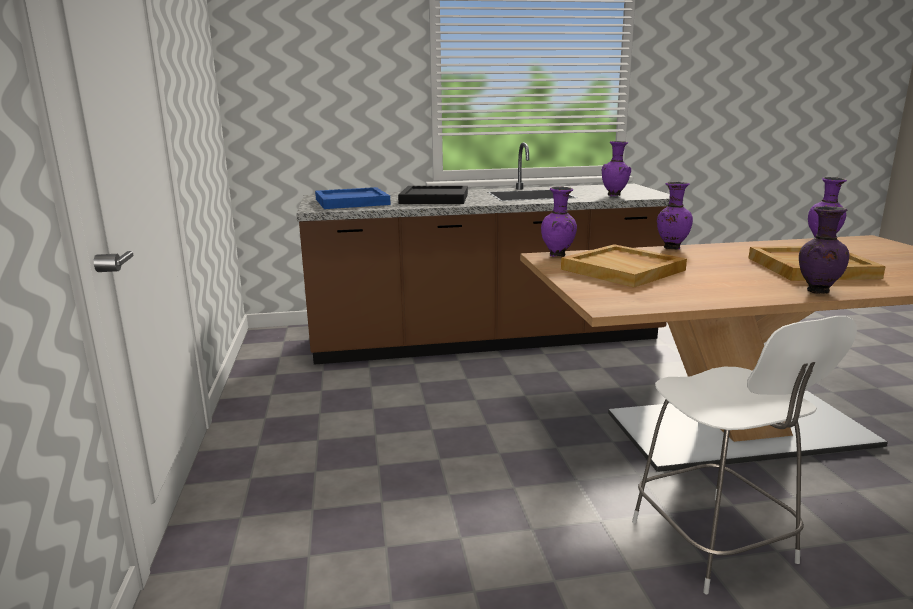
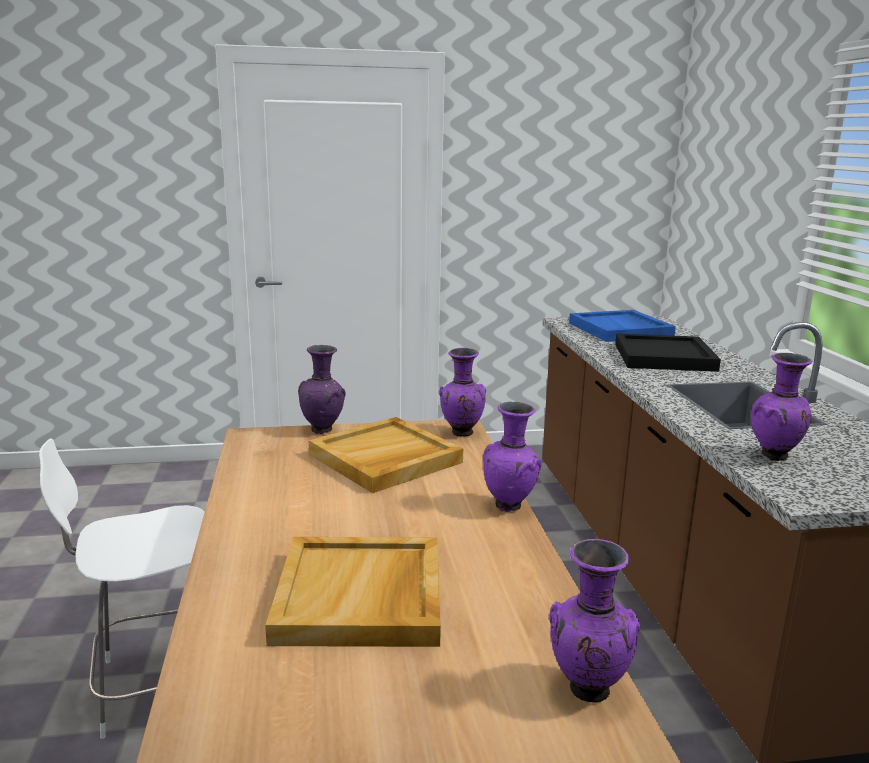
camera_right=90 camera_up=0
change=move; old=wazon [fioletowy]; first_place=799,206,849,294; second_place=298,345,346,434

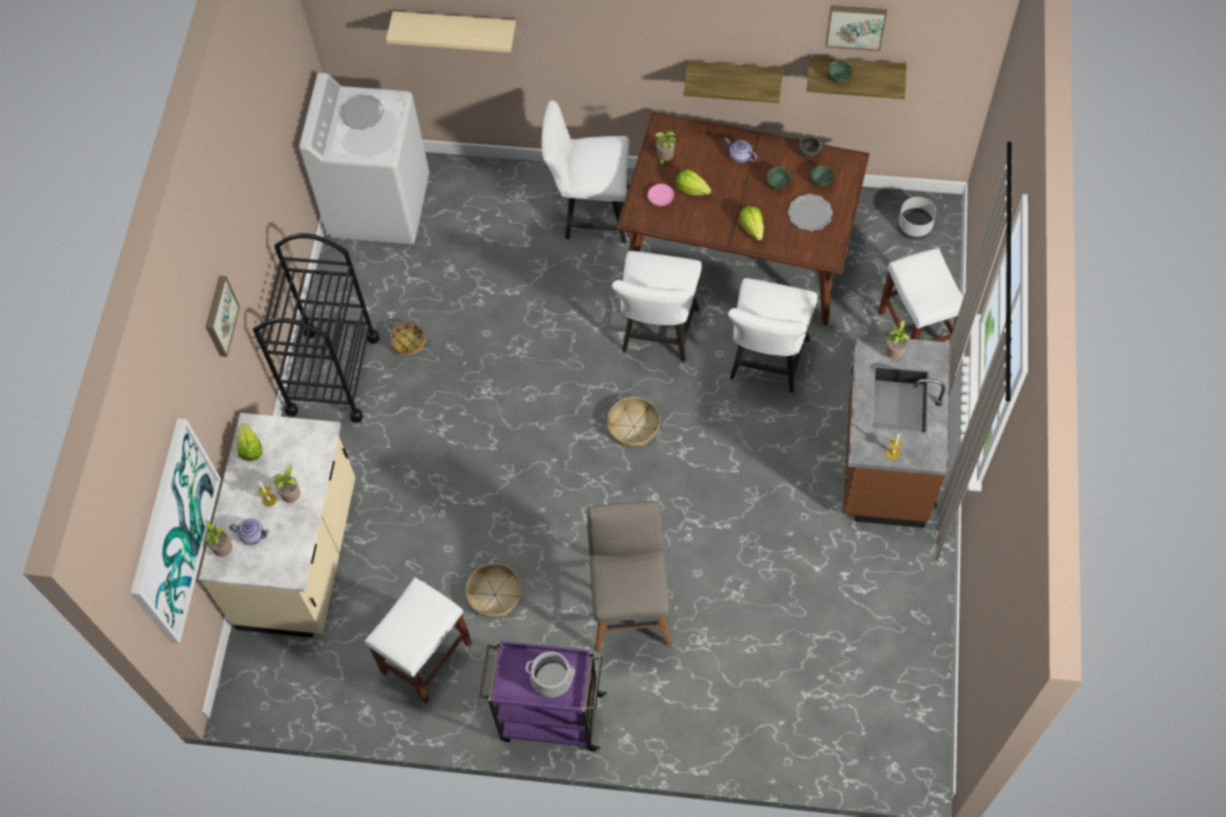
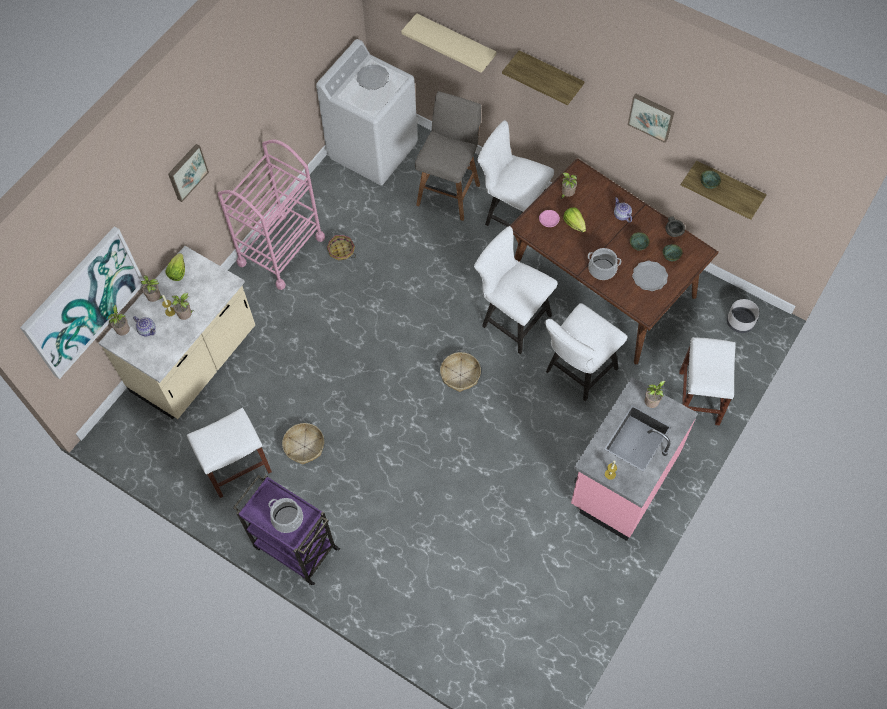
camera_right=25 camera_up=0
change=insert; new=roślina doniczkowa; second_place=141,275,163,302
change=move; old=stołek [szary]; first_place=587,501,672,652; second_place=415,91,481,221
change=move; old=półka; first_place=684,61,782,103; second_place=502,50,585,105
change=move; old=obraz; first_place=826,5,887,51; second_place=628,94,674,143
change=replace; old=sałata; new=garnek; first_place=739,206,764,241; second_place=588,248,621,280
change=recolor; old=wózek [czarny]; new=wózek [różowy]; first_place=253,233,379,423; second_place=218,139,325,290
change=recolor; old=zabudowa kuchenna [brązowy]; new=zabudowa kuchenna [różowy]; first_place=843,335,950,528; second_place=571,377,698,541
change=rotate; old=krzesło [biały]; first_place=612,251,702,362; second_place=474,226,558,354; degrees=90

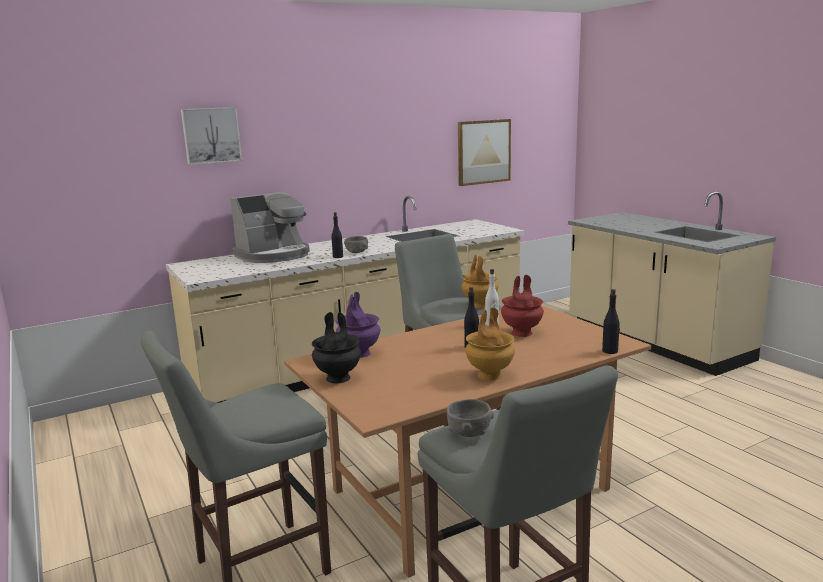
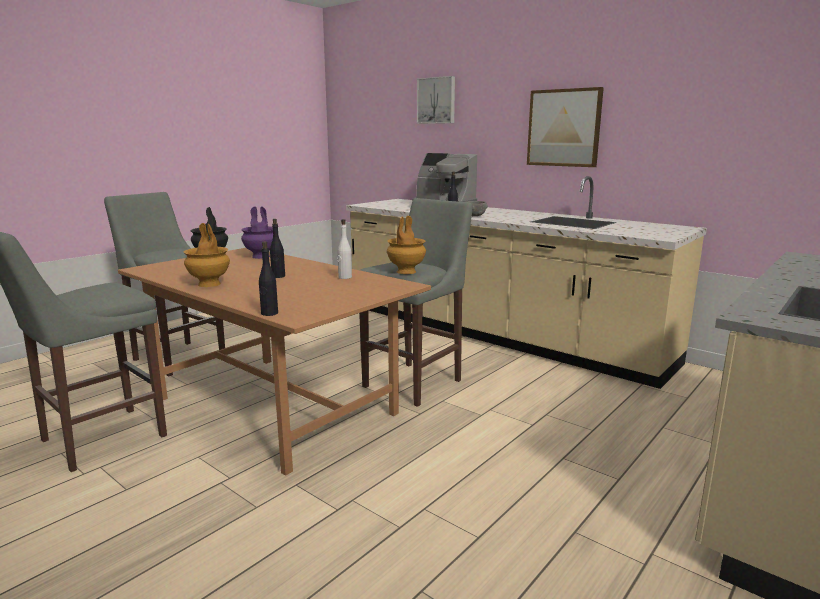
camera_right=70 camera_up=0
change=delete; old=miska [szary]; first_place=447,399,494,437
change=delete; old=wazon [czerwony]; first_place=501,275,544,337
change=move; old=obraz; first_place=458,119,511,186; second_place=527,87,604,167

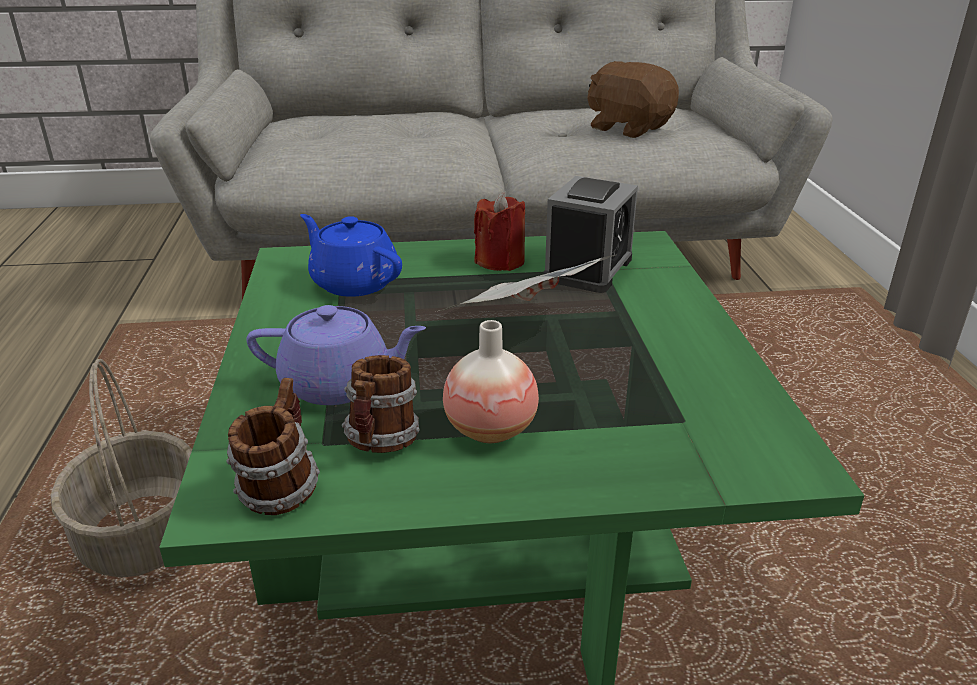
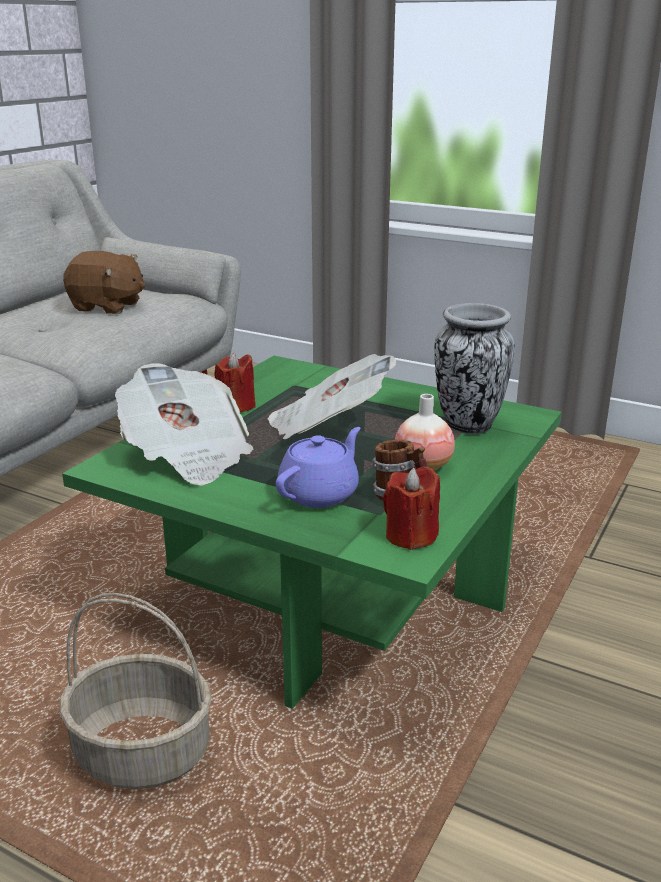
camera_right=-55 camera_up=-5
change=delete; old=budzik; first_place=544,176,638,293
change=insert; new=wazon; second_place=434,303,515,434
change=replace; old=kubek; new=świeca [czerwony]; first_place=227,378,320,515; second_place=383,467,440,550
change=replace; old=imbryk [niebieski]; new=gazeta; first_place=300,214,402,297; second_place=115,363,253,486
change=rotate; old=pluszak [brązowy]; first_place=587,61,679,138; second_place=63,251,145,314; degrees=-150

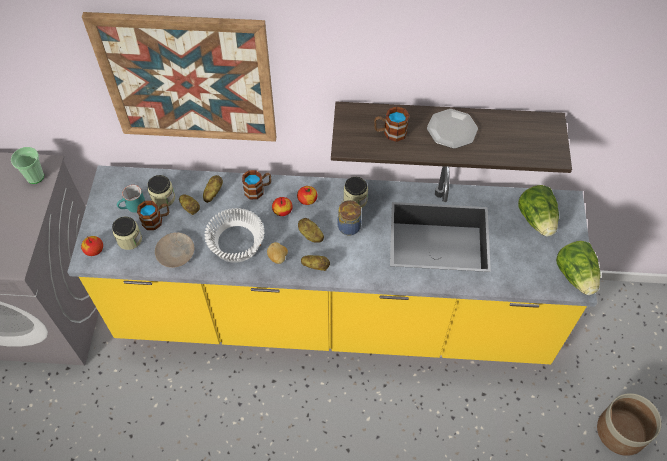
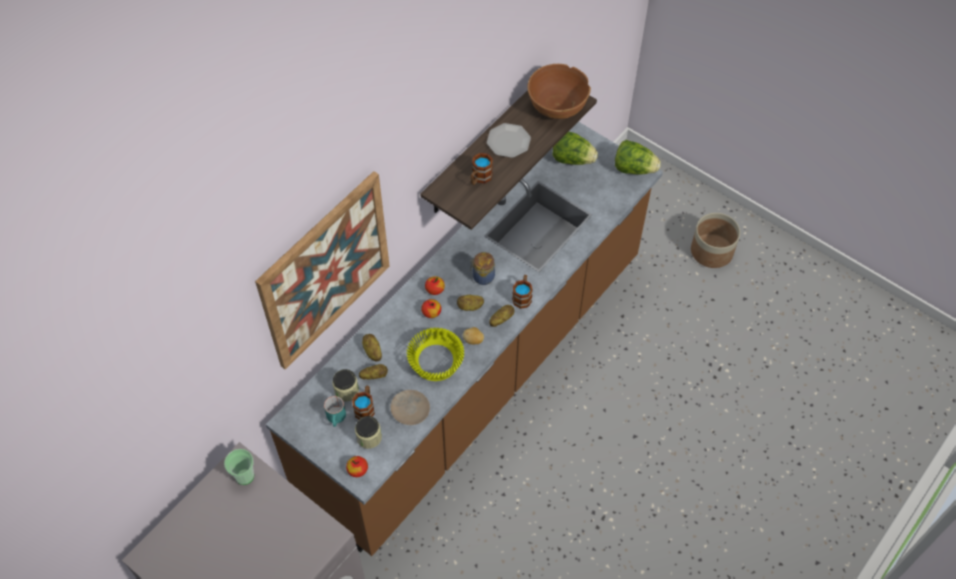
camera_right=-55 camera_up=0
change=delete; old=słoik; first_place=343,177,368,208
change=insert; new=miska [brązowy]; second_place=527,64,591,119
change=move; old=kubek; first_place=242,170,271,199; second_place=512,275,533,309
change=recolor; old=zabudowa kuchenna [żółty]; new=zabudowa kuchenna [brązowy]; first_place=67,165,597,364; second_place=266,122,663,556
change=recolor; old=miska [biały]; new=miska [żółty]; first_place=204,208,264,263; second_place=407,328,464,381

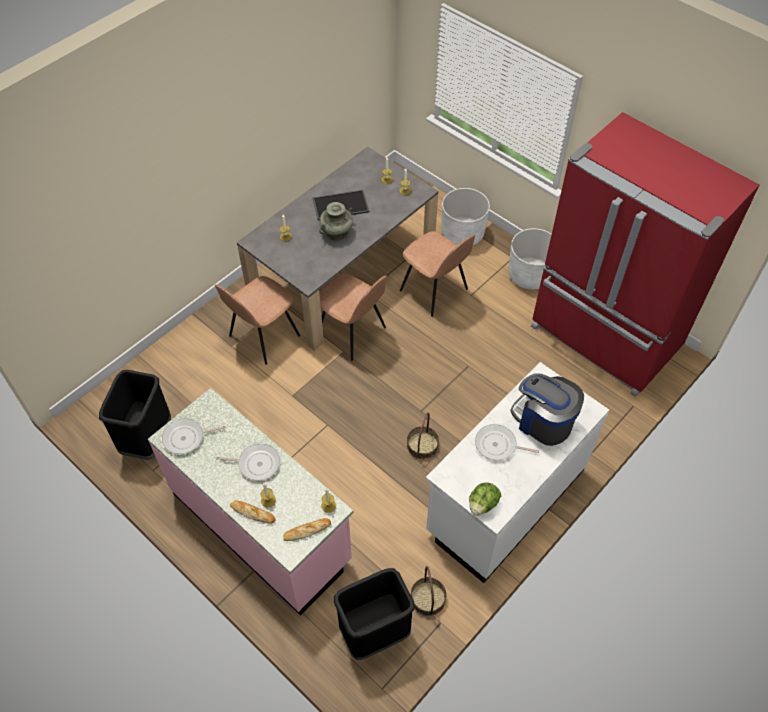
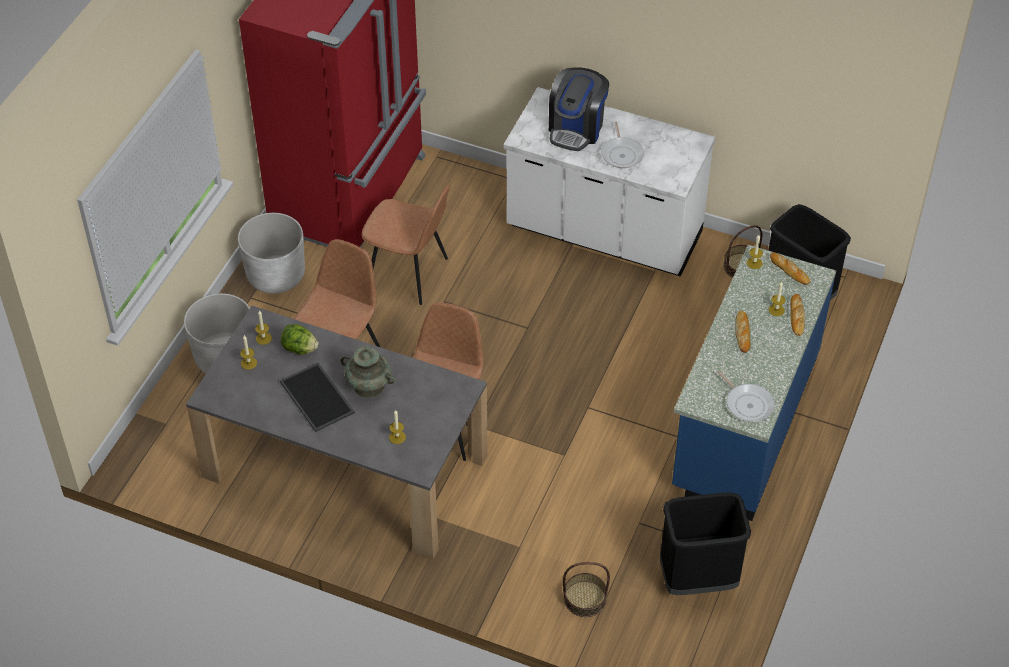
camera_right=-110 camera_up=-5
change=move; old=krzesło [brązowy]; first_place=215,276,300,365; second_place=362,184,450,305
change=move; old=koszyk; first_place=407,413,439,459; second_place=563,562,610,617
change=move; old=sałata; first_place=469,482,501,516; second_place=281,324,319,355
change=replace; old=patelnia; new=chleb; first_place=216,444,280,481; second_place=735,311,751,353
change=recolor; old=zabudowa kuchenna [różowy]; new=zabudowa kuchenna [niebieski]; first_place=148,388,353,616; second_place=672,245,836,521

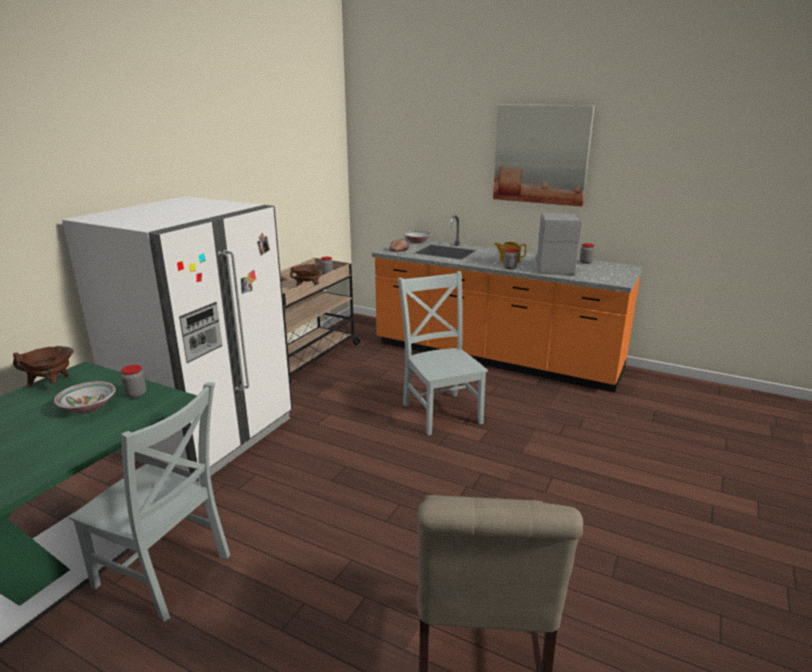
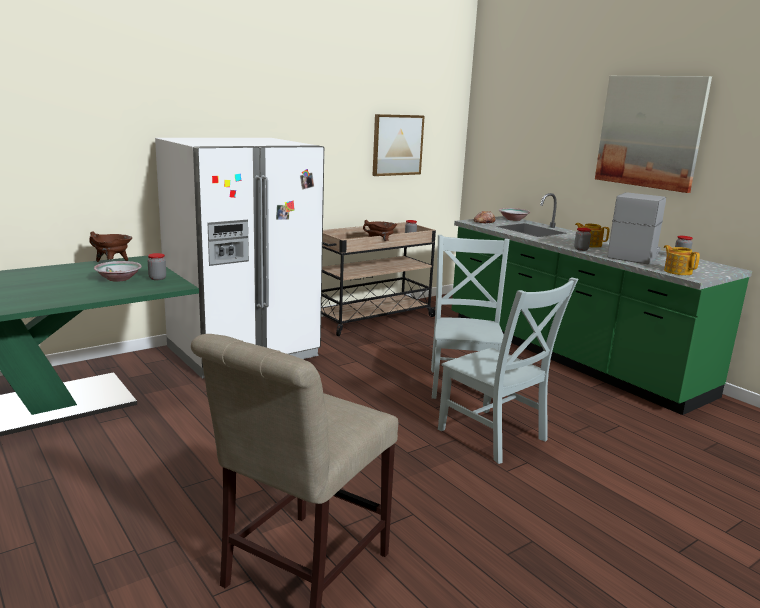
camera_right=25 camera_up=-5
change=insert; new=obraz; second_place=372,114,425,176
change=insert; new=imbryk; second_place=664,245,700,275
change=move; old=krzesło [szary]; first_place=69,382,230,622; second_place=438,277,578,464
change=recolor; old=zabudowa kuchenna [pomarańczowy]; new=zabudowa kuchenna [zielony]; first_place=372,215,643,393; second_place=451,193,752,415

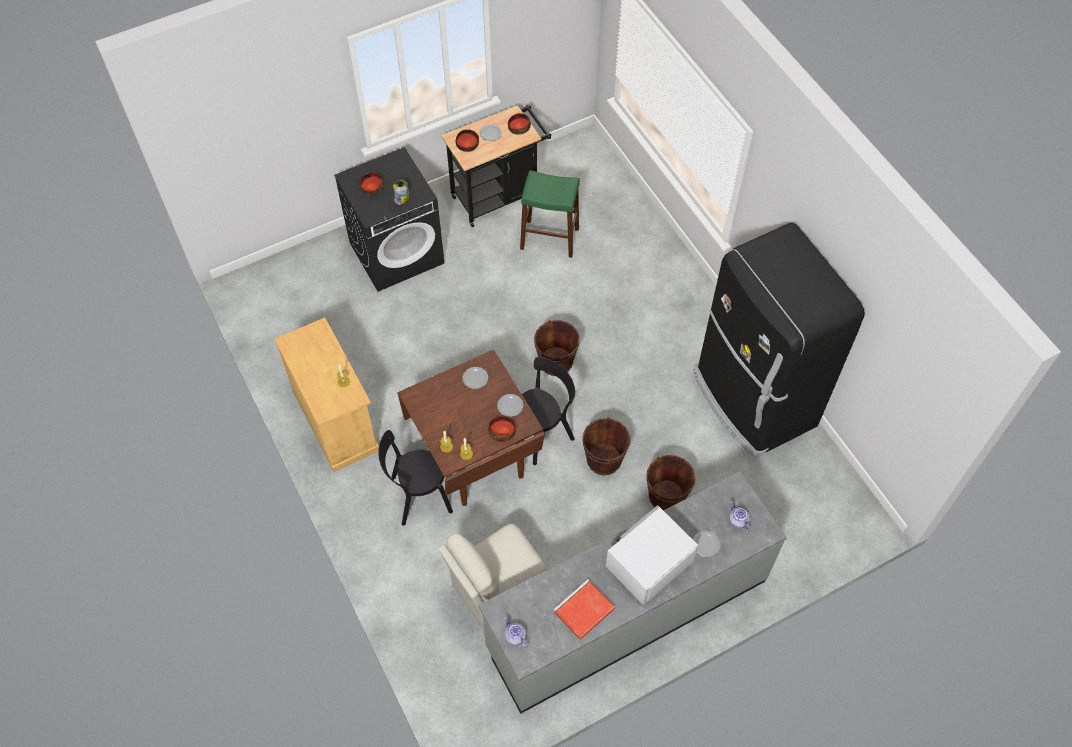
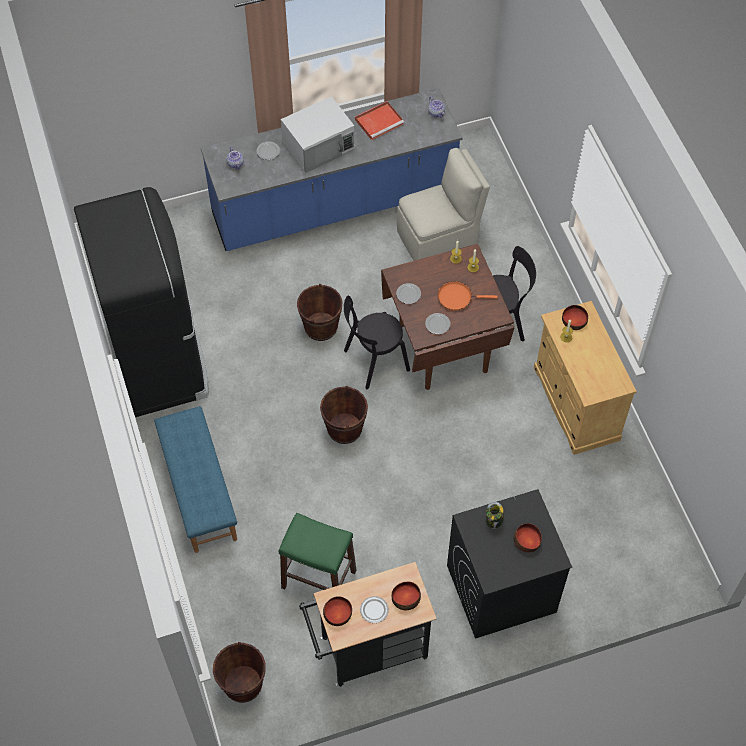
camera_right=-170 camera_up=0
change=insert; new=ławka [niebieski]; second_place=154,406,237,553
change=insert; new=patelnia [pomarańczowy]; second_place=437,281,498,311
change=move; old=miska; first_place=488,417,516,442; second_place=562,305,588,330
change=move; old=wiadro [brązowy]; first_place=646,455,695,510; second_place=213,642,266,703
change=recolor; old=zabudowa kuchenna [szary]; new=zabudowa kuchenna [niebieski]; first_place=478,471,787,714; second_place=201,88,463,251

